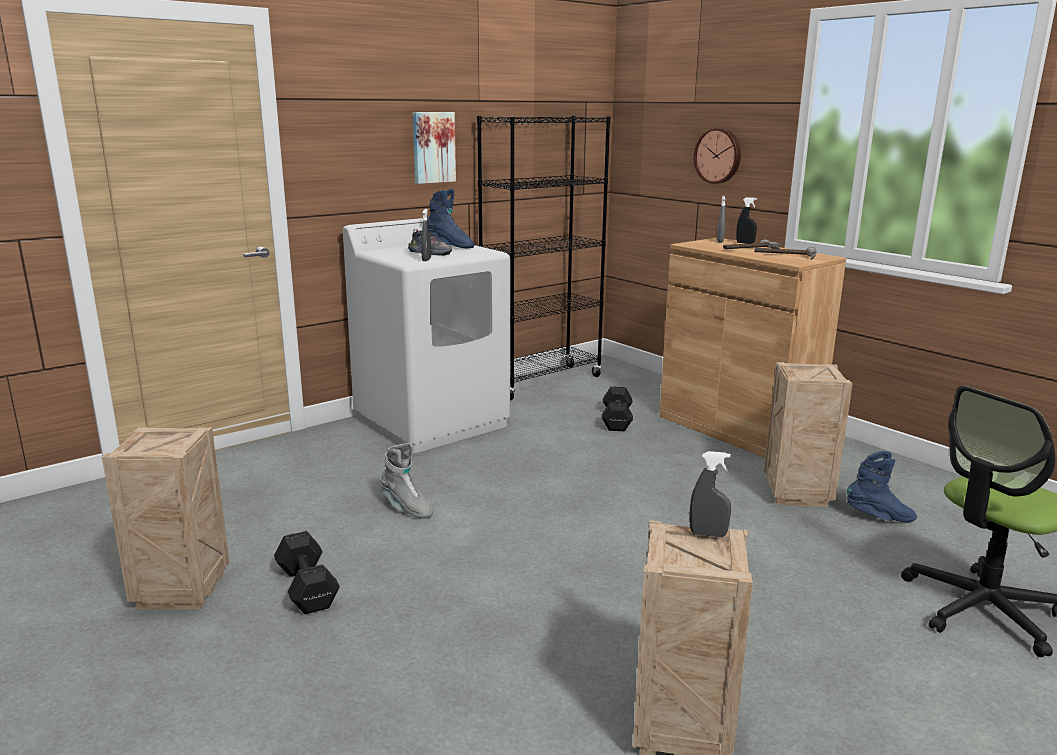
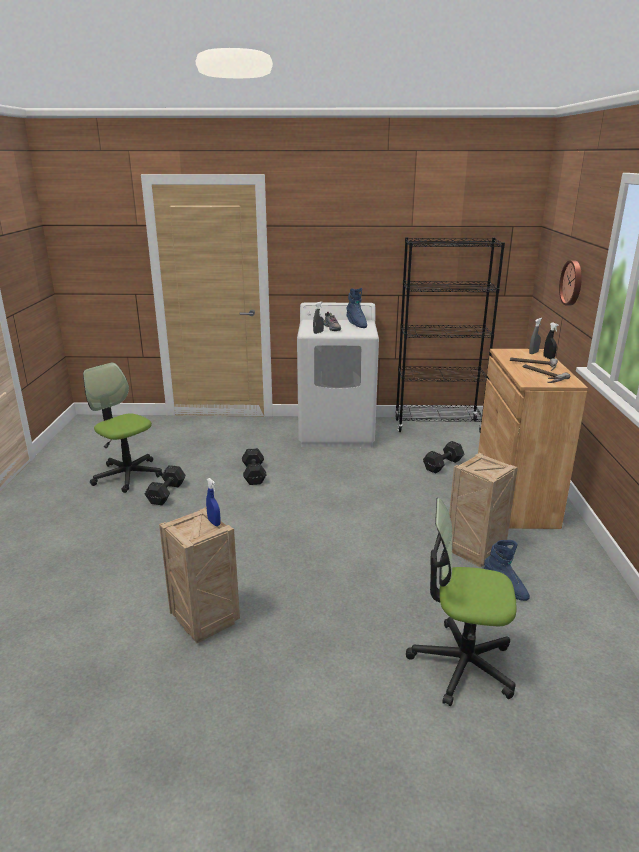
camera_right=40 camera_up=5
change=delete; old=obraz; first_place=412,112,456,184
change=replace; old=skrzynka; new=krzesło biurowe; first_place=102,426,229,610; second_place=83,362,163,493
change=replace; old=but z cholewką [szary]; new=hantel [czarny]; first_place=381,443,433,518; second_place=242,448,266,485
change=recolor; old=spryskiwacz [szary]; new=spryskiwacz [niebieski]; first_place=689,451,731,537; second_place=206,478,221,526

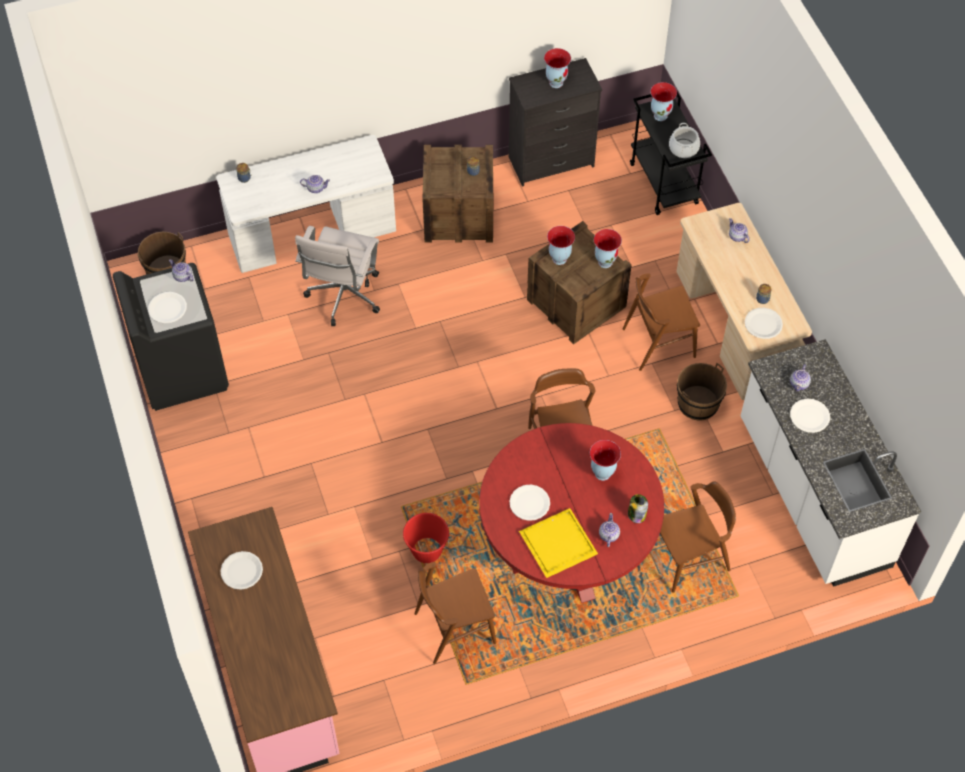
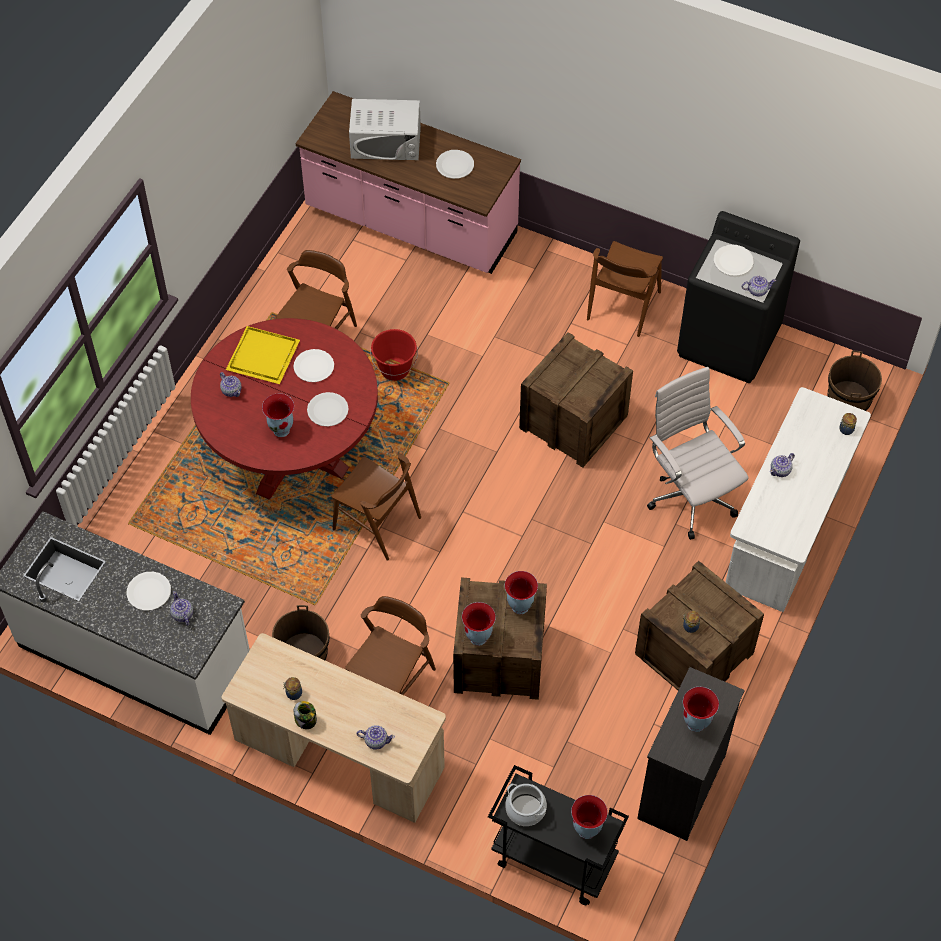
camera_right=135 camera_up=0
change=insert; new=mikrofalówka [biały]; second_place=349,99,421,160
change=insert; new=skrzynka; second_place=519,332,633,468
change=move; old=słoik; first_place=628,494,648,523; second_place=294,701,317,729
change=move; old=krzesło [brązowy]; first_place=660,481,736,593; second_place=587,241,663,337
change=move; old=talerz [biały]; first_place=745,308,783,339; second_place=307,392,349,427

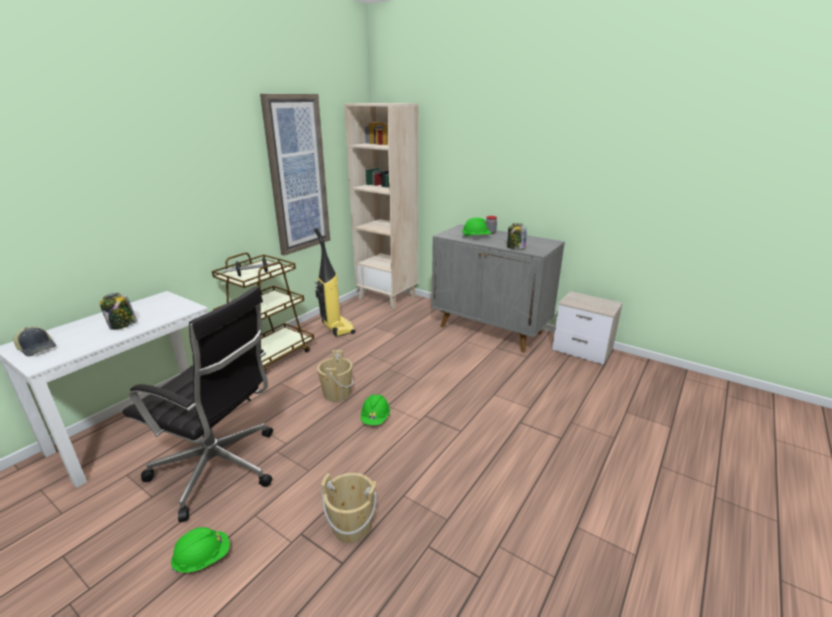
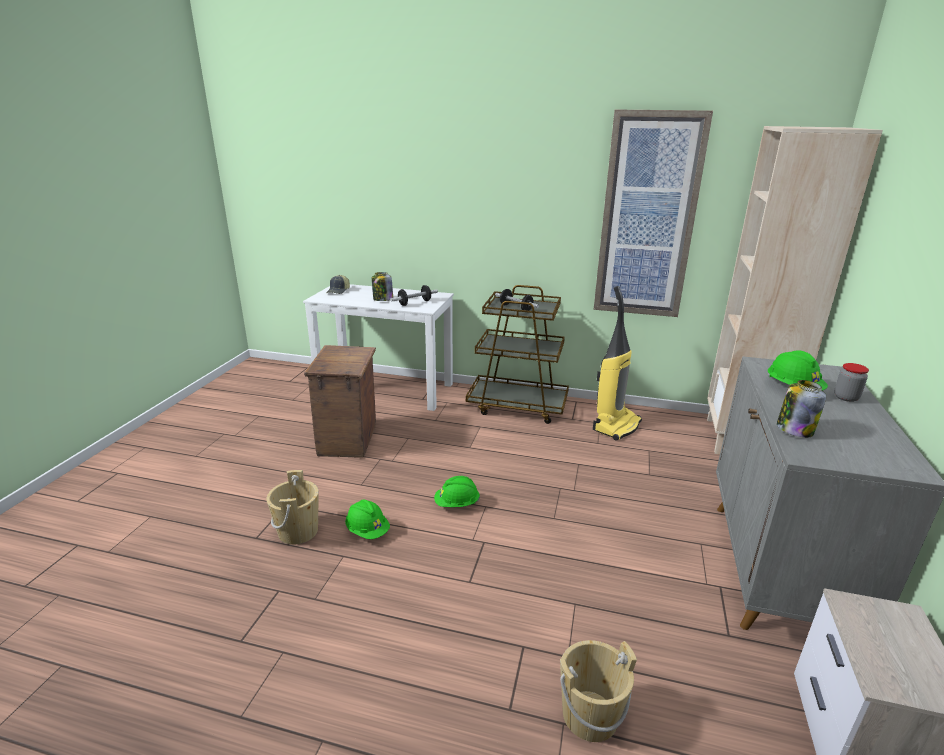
camera_right=70 camera_up=0
change=insert; new=hantel; second_place=390,285,438,306
change=move; old=kask [zielony]; first_place=171,527,230,573; second_place=345,500,390,539
change=move; old=wiadro [beżowy]; first_place=317,350,353,402; second_place=560,640,637,742
change=replace; old=krzesło biurowe [czarny]; new=skrzynka; first_place=123,286,273,522; second_place=304,345,376,458

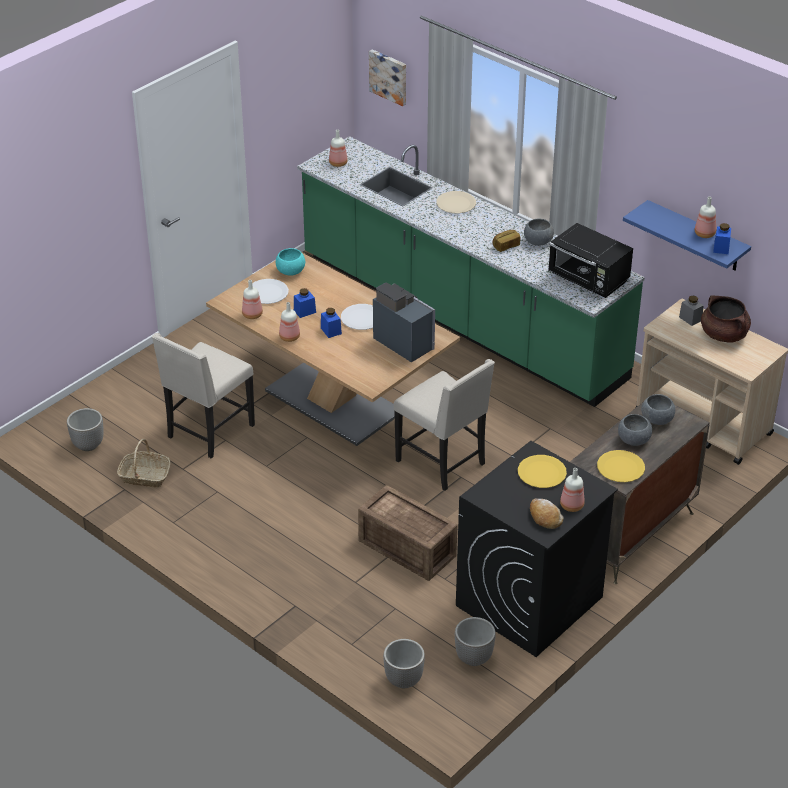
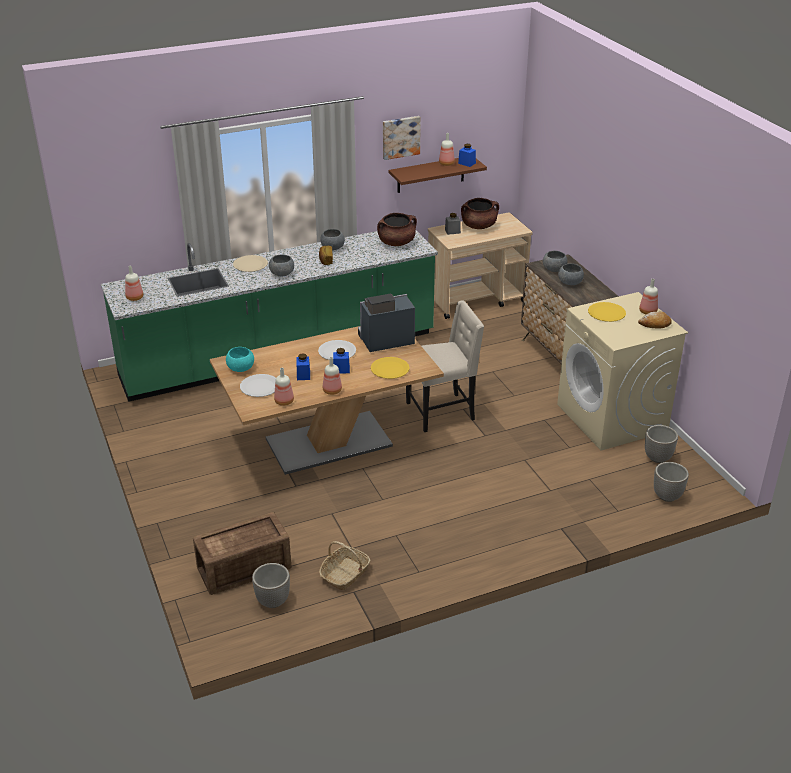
camera_right=-65 camera_up=-5
change=delete; old=krzesło [beżowy]; first_place=152,333,255,459
change=insert; new=miska [szary]; second_place=269,255,294,277
change=move; old=skrzynka; first_place=358,485,457,581; second_place=193,512,291,595
change=move; old=obraz; first_place=369,49,406,106; second_place=383,116,421,160
change=move; old=talerz [żółty]; first_place=597,450,645,482; second_place=371,357,410,379
change=replace; old=mikrofalówka [czarny]; new=garnek [brązowy]; first_place=549,223,633,298; second_place=377,213,417,246
change=recolor; old=pralka [czarny]; new=pralka [beżowy]; first_place=456,441,618,657; second_place=557,292,688,450
change=recolor; old=półka [niebieski]; new=półka [brązowy]; first_place=623,200,751,270; second_place=389,158,487,193

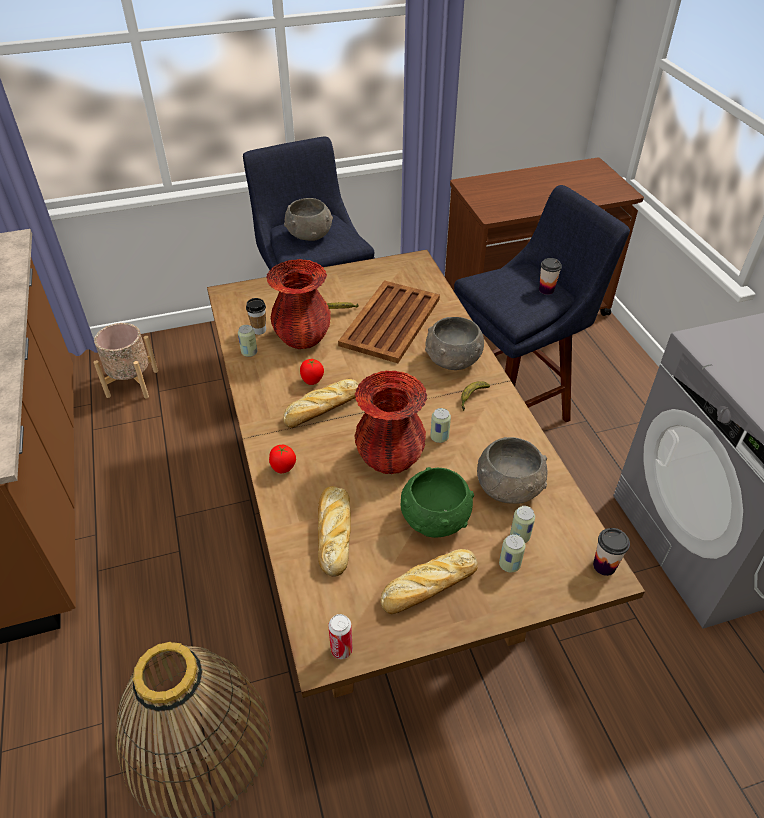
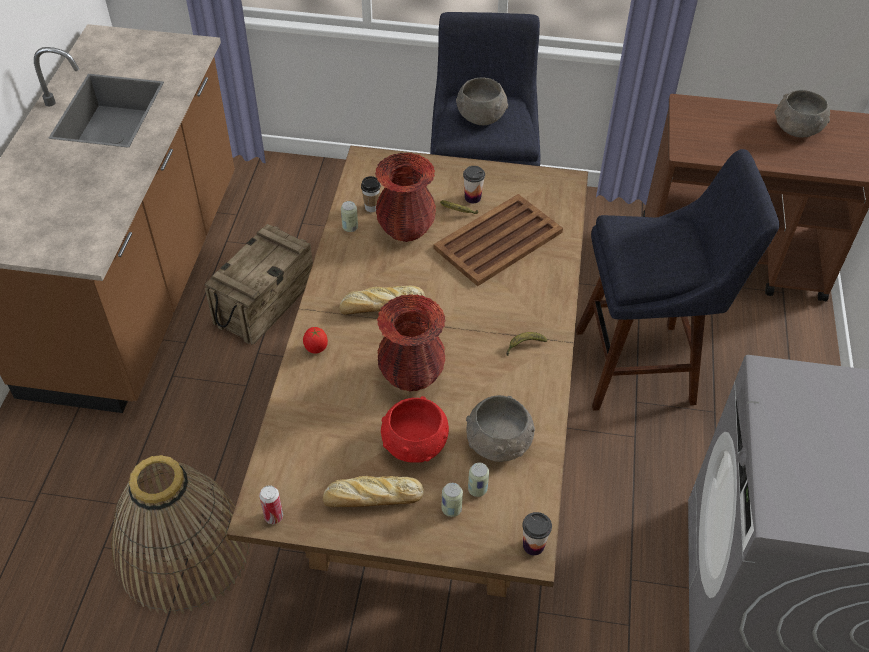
camera_right=25 camera_up=5
change=delete; old=donica [beżowy]; first_place=93,323,158,399
change=delete; old=pomidor; first_place=300,359,324,385
change=delete; old=chleb; first_place=318,486,351,577
change=delete; old=puszka; first_place=430,408,451,443
change=insert; new=skrzynka; second_place=205,224,313,345
change=move; old=miska [szary]; first_place=425,317,484,370; second_place=774,90,830,137
change=move; old=filiżanka; first_place=539,258,562,295; second_place=463,166,485,203
change=recolor; old=miska [zielony]; new=miska [czerwony]; first_place=400,467,474,538; second_place=381,396,449,463

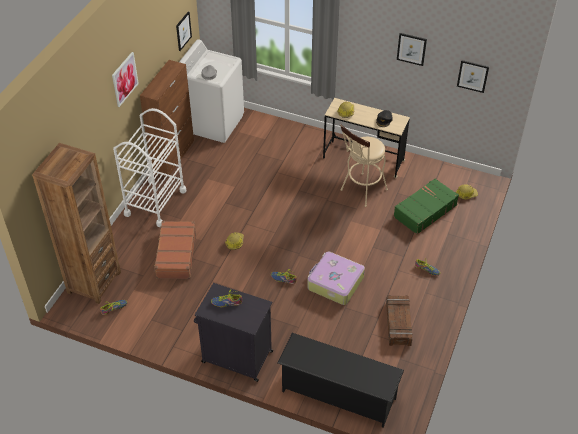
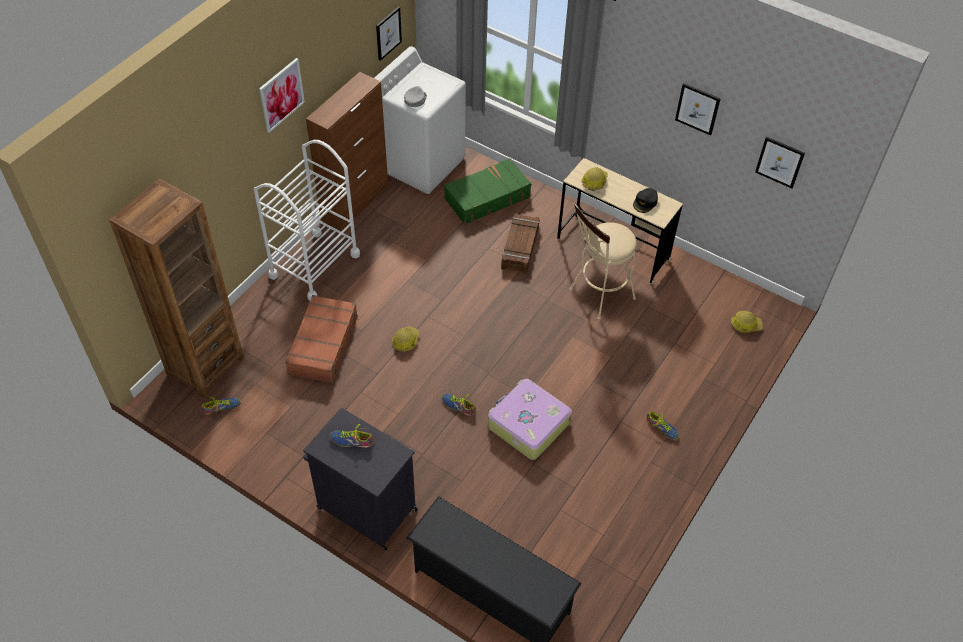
camera_right=10 camera_up=5
change=move; old=skrzynka; first_place=386,295,413,346; second_place=501,213,540,274
change=move; old=walizka [zielony]; first_place=393,178,459,234; second_place=444,158,531,224

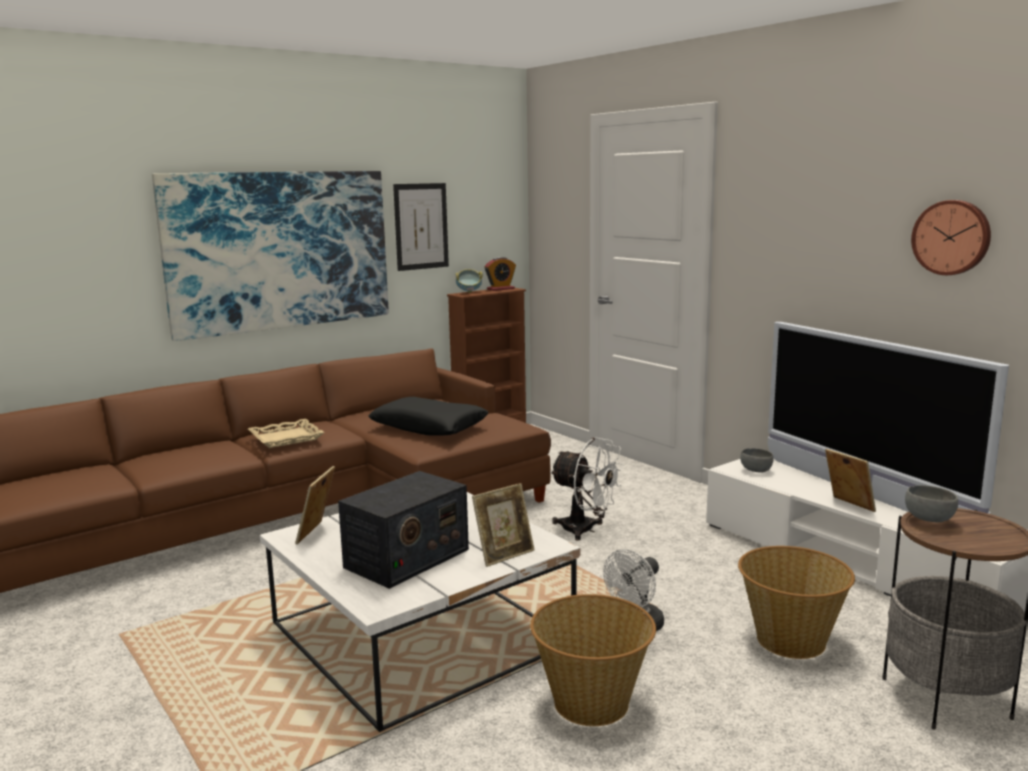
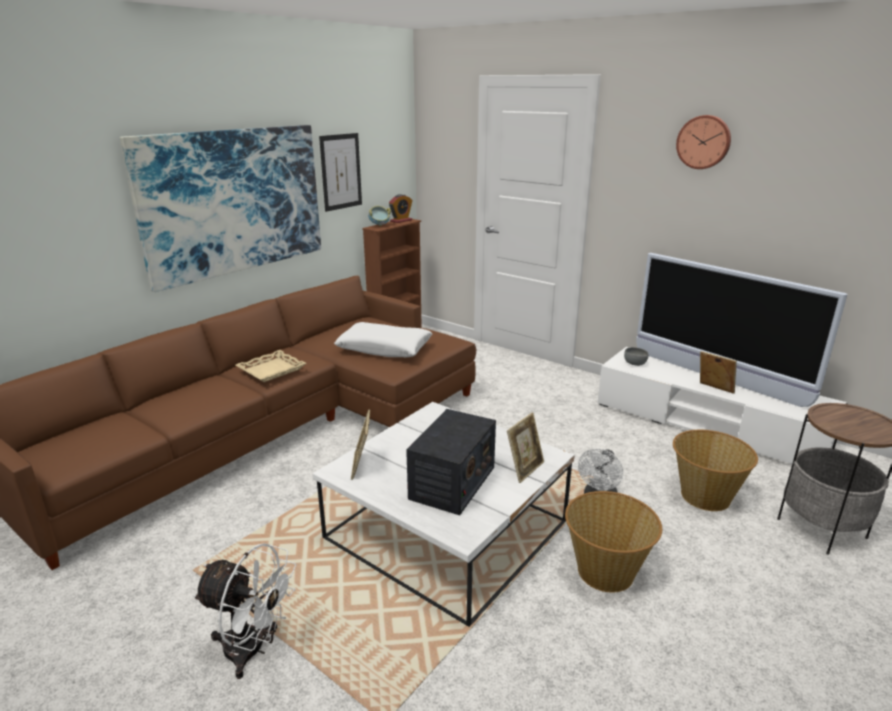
camera_right=-15 camera_up=10
change=delete; old=miska [szary]; first_place=905,485,958,522
change=move; old=wentylator [biały]; first_place=550,437,624,541; second_place=193,543,296,679
change=move; old=zegar ścienny; first_place=911,200,991,275; second_place=676,115,731,169
change=recolor; old=poduszka [czarny]; new=poduszka [biały]; first_place=368,397,488,435; second_place=334,322,432,357

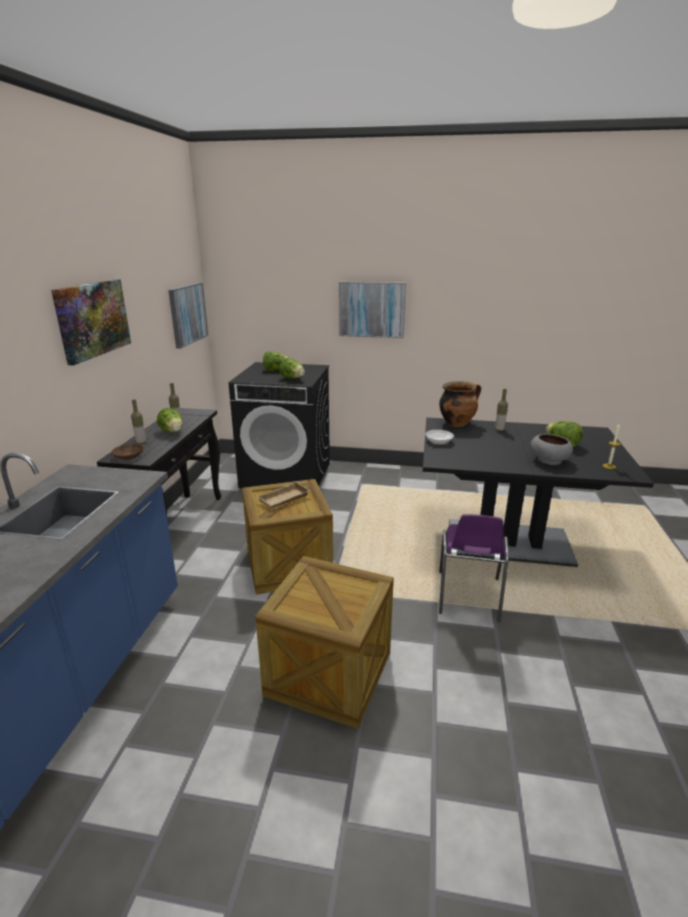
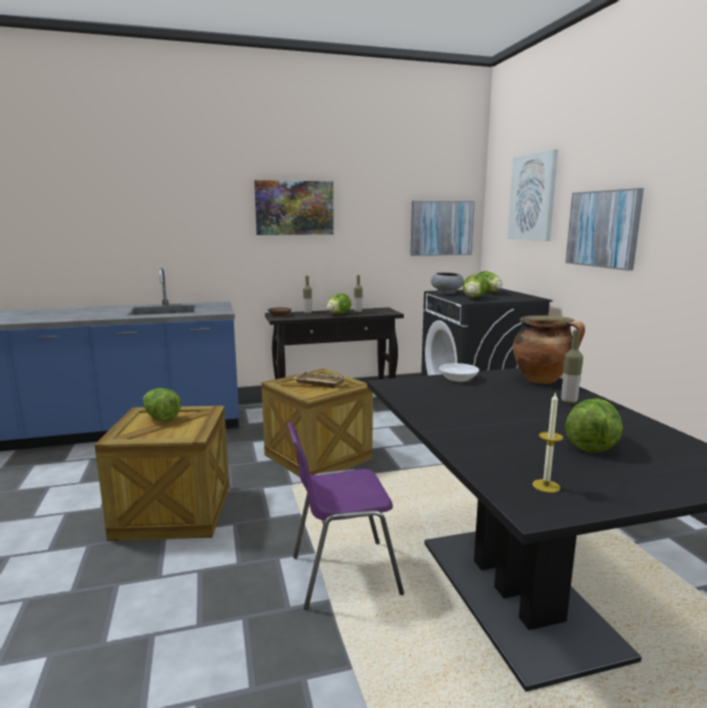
camera_right=65 camera_up=-10
change=insert; new=sałata; second_place=143,388,181,422
change=insert; new=obraz; second_place=507,149,558,241
change=move; old=miska [szary]; first_place=530,433,573,465; second_place=431,272,464,294

